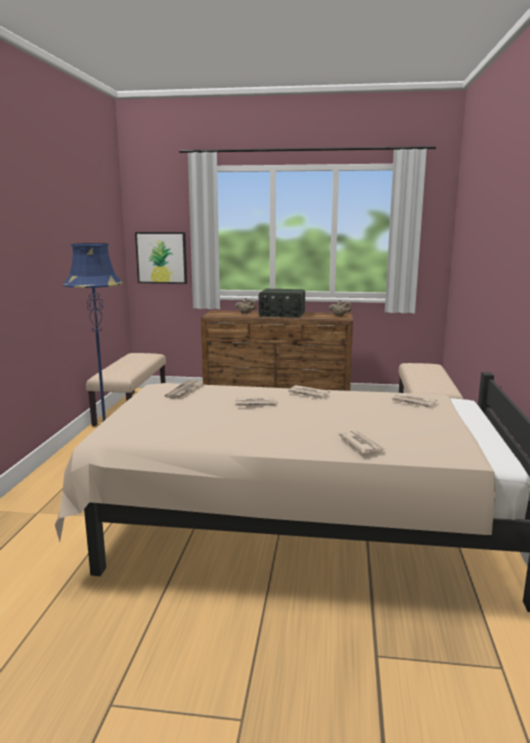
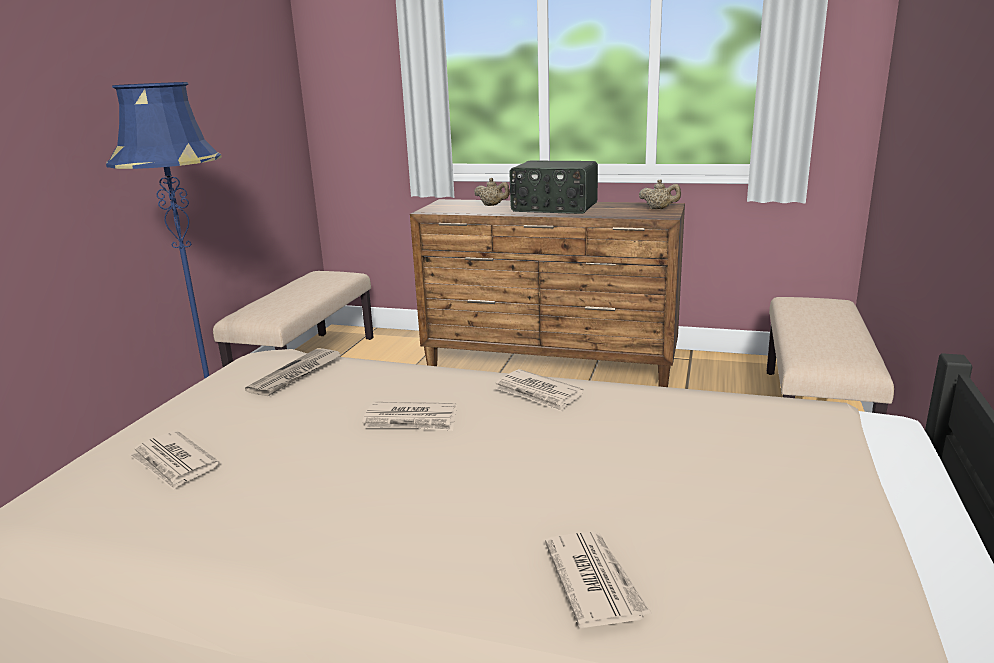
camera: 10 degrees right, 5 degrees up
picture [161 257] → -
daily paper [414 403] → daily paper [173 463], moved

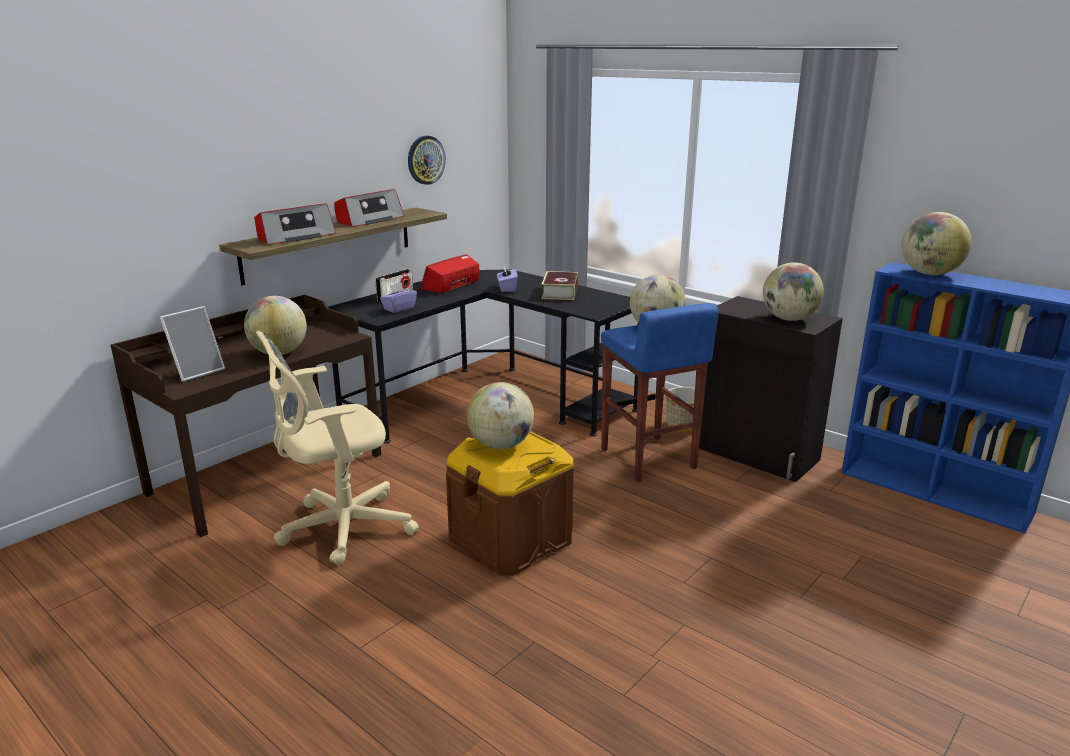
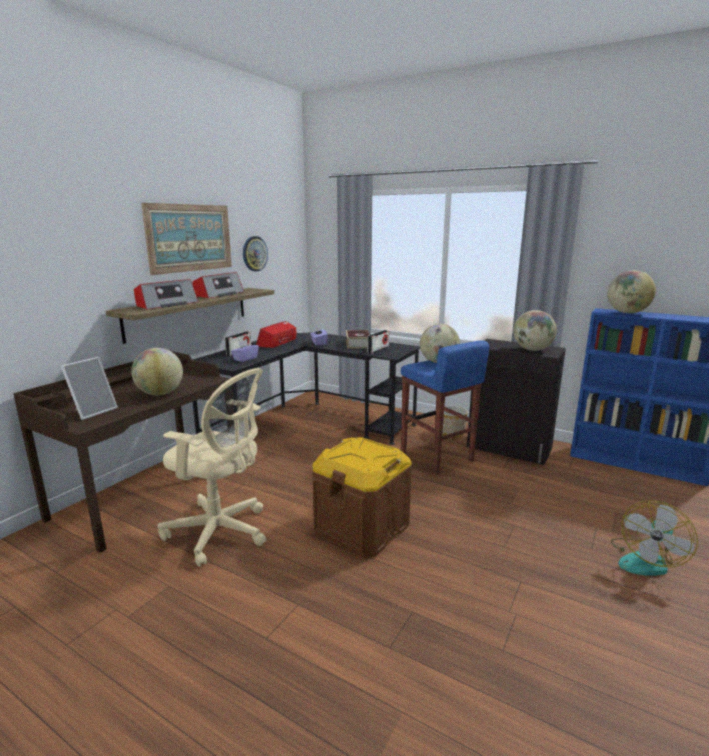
camera: 10 degrees left, 5 degrees down
desk chair (beige-coloured) [340 528] → desk chair (beige-coloured) [221 532], 120 degrees counterclockwise
globe [501 445] → -
- → picture [190 238]
- → radio [378 350]
- → fan [646 560]

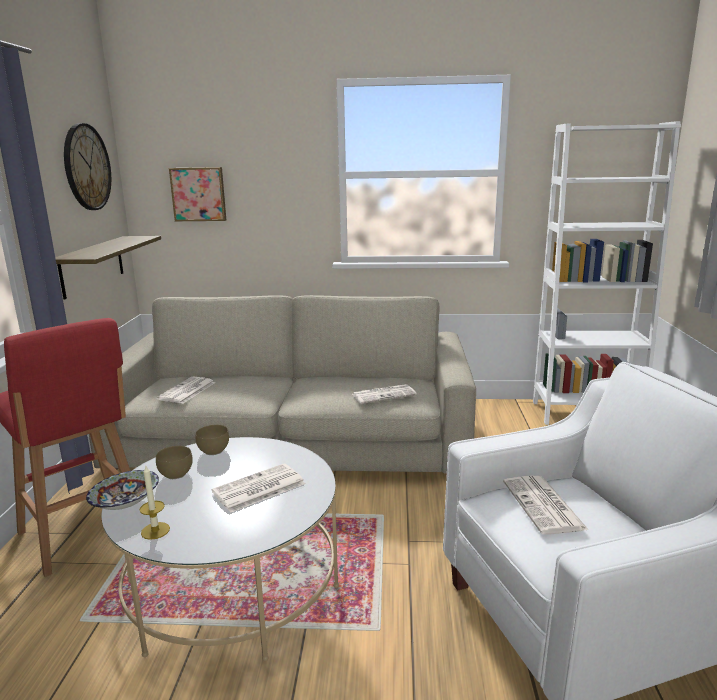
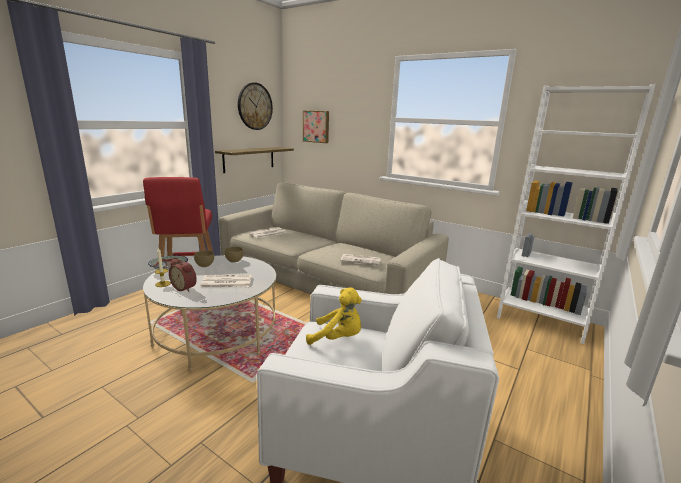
camera: 30 degrees right, 0 degrees up
daily paper [544 506] → soft toy (yellow-coloured) [338 338]
- → bedside clock [185 288]

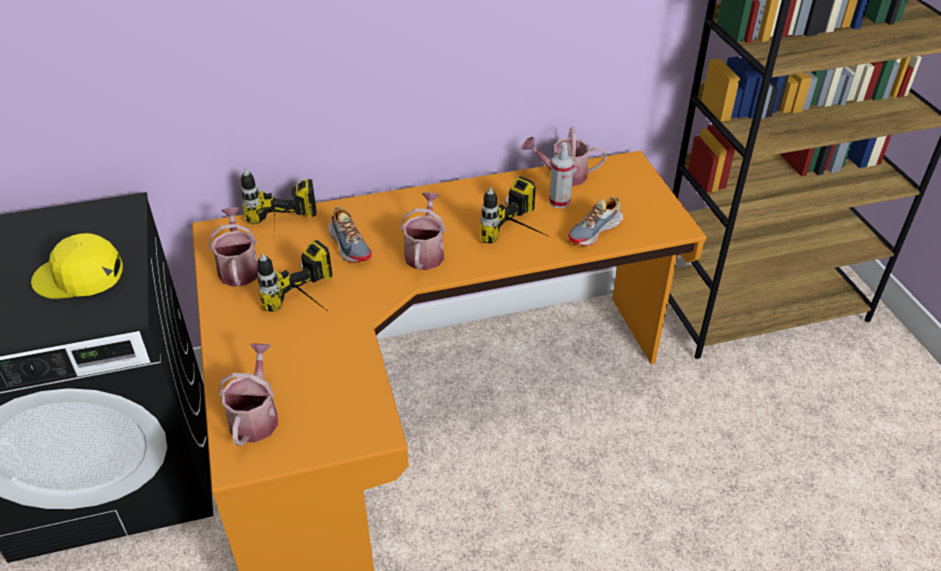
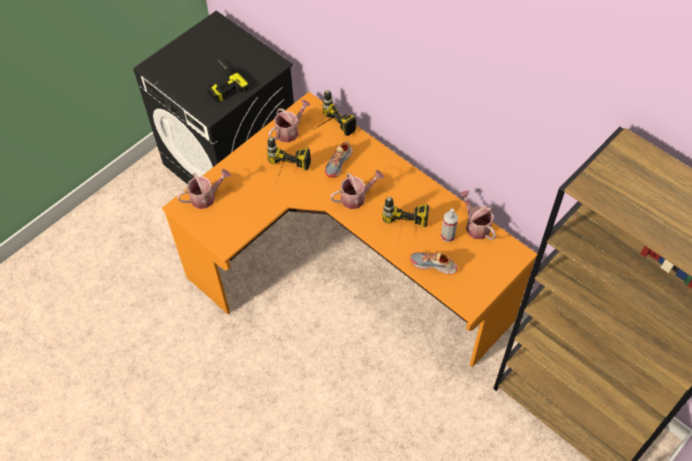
camera: 60 degrees right, 15 degrees up
cap (yellow-coloured) [79 276] → drill [221 83]

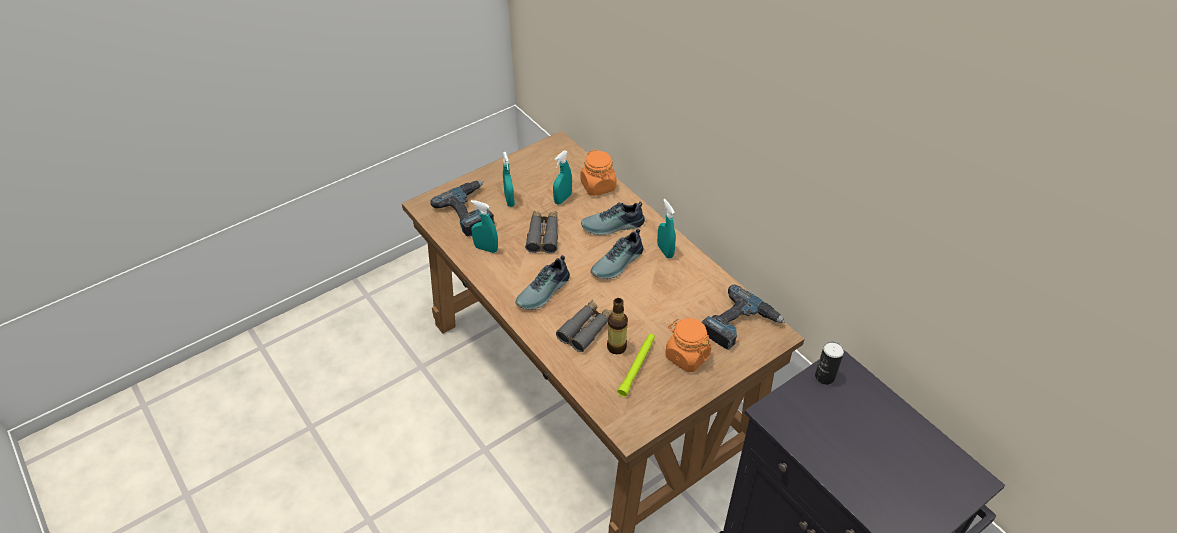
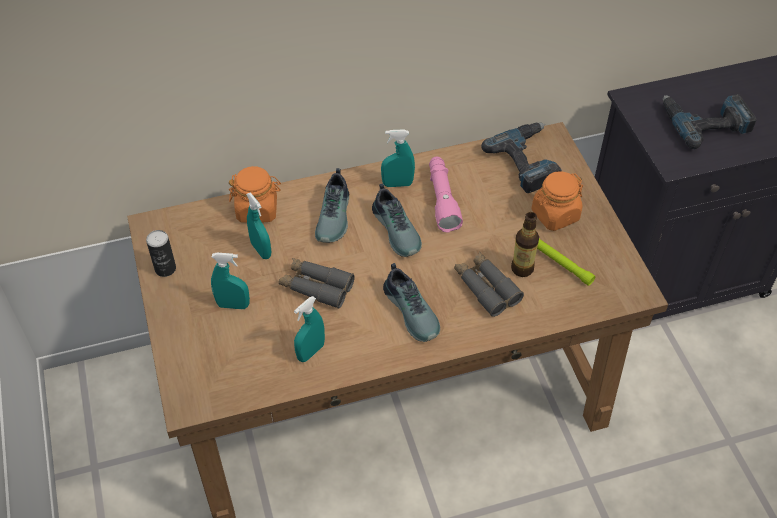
camera: 70 degrees left, 5 degrees up
drill [470 211] → drill [705 122], moved
can [824 377] → can [165 268], moved
- → torch (pink-coloured) [442 199]

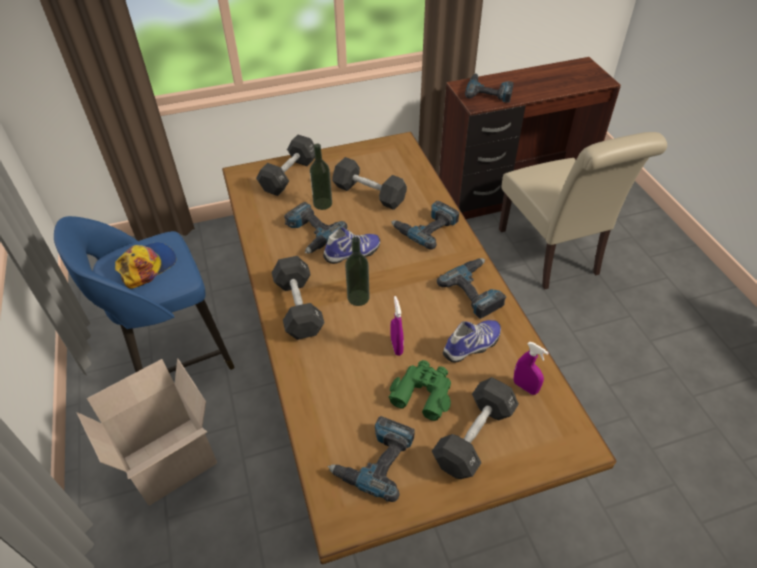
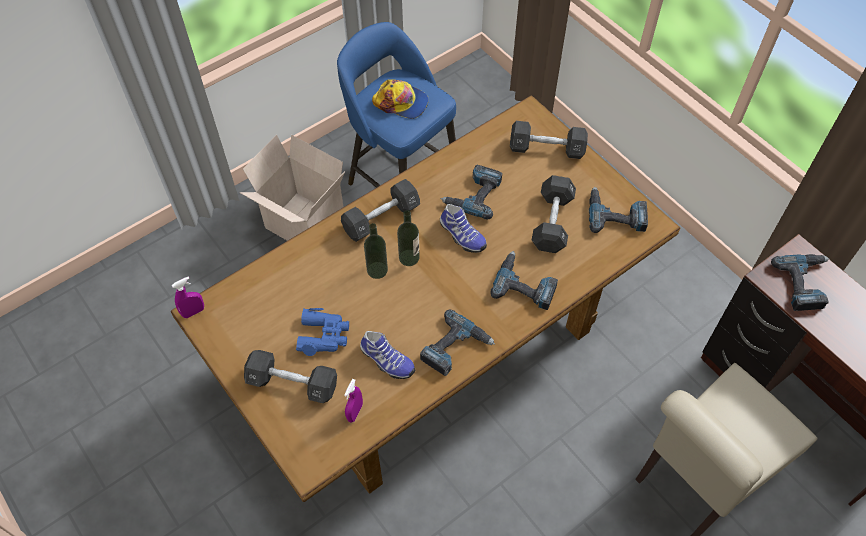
camera: 70 degrees right, 10 degrees up
drink bottle [322 203] → drink bottle [377 270], moved
hand sprayer (purple-coloured) [396 346] → hand sprayer (purple-coloured) [193 312], moved
pair of binoculars (green-coloured) [423 392] → pair of binoculars (blue) [324 335]
drill [375 459] → drill [616 214], moved

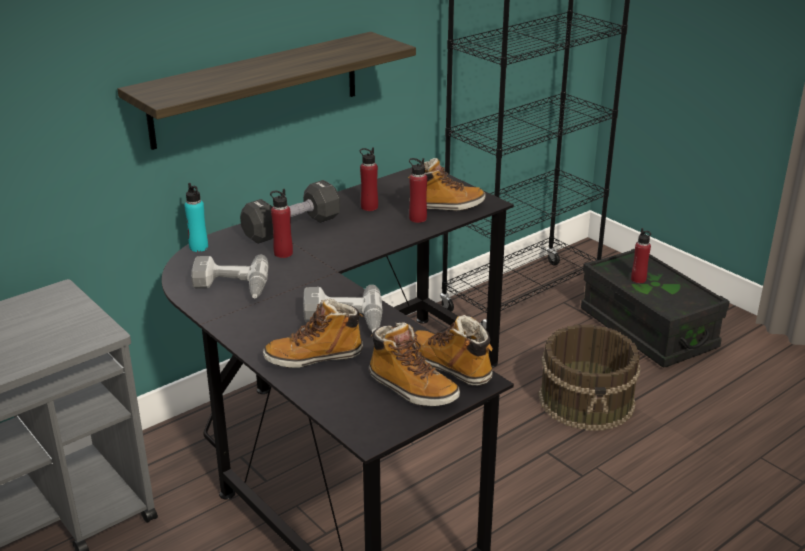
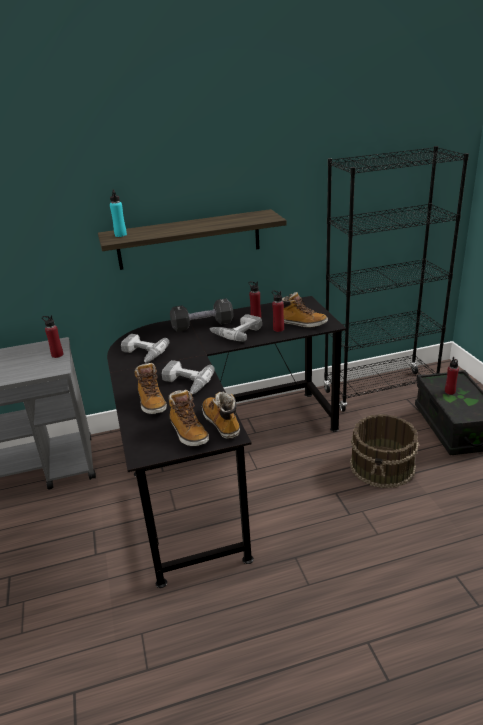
camera: 25 degrees right, 0 degrees up
drink bottle (turquoise-coloured) [198 247] → drink bottle (turquoise-coloured) [120 235], moved
drink bottle (red-coloured) [283 253] → drink bottle (red-coloured) [57 355], moved
tall boot [314 357] → tall boot [151 402], 120 degrees counterclockwise
- → drill [236 332]

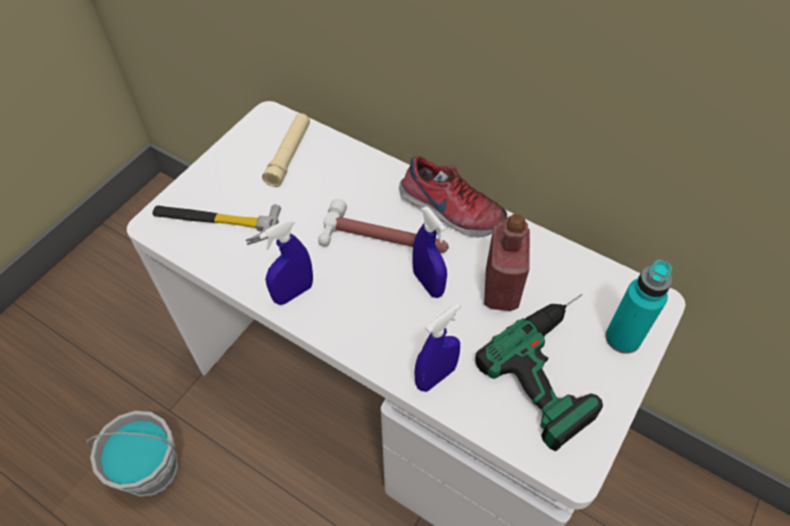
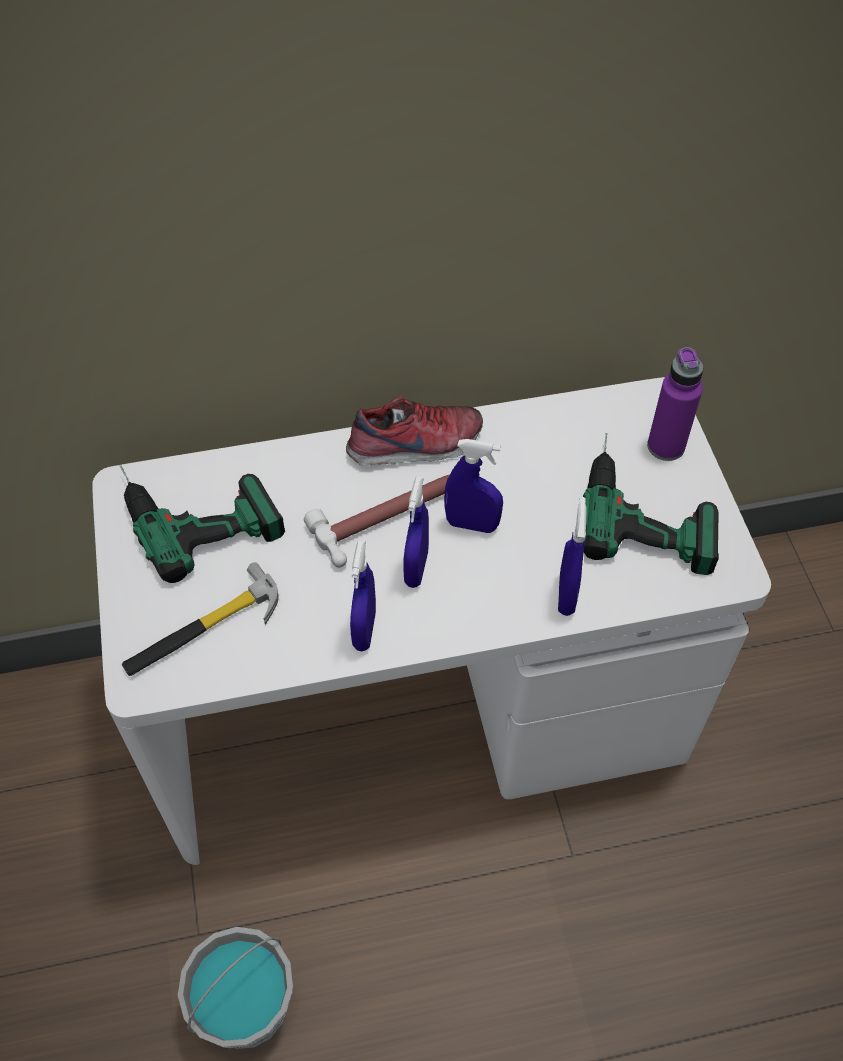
camera: 45 degrees left, 0 degrees up
torch (beige-coloured) [289 155] → drill [195 508]
drink bottle (red-coloured) [501 289] → -
drink bottle (turquoise-coloured) [622 338] → drink bottle (purple-coloured) [666 446]
- → hand sprayer (blue) [416 568]

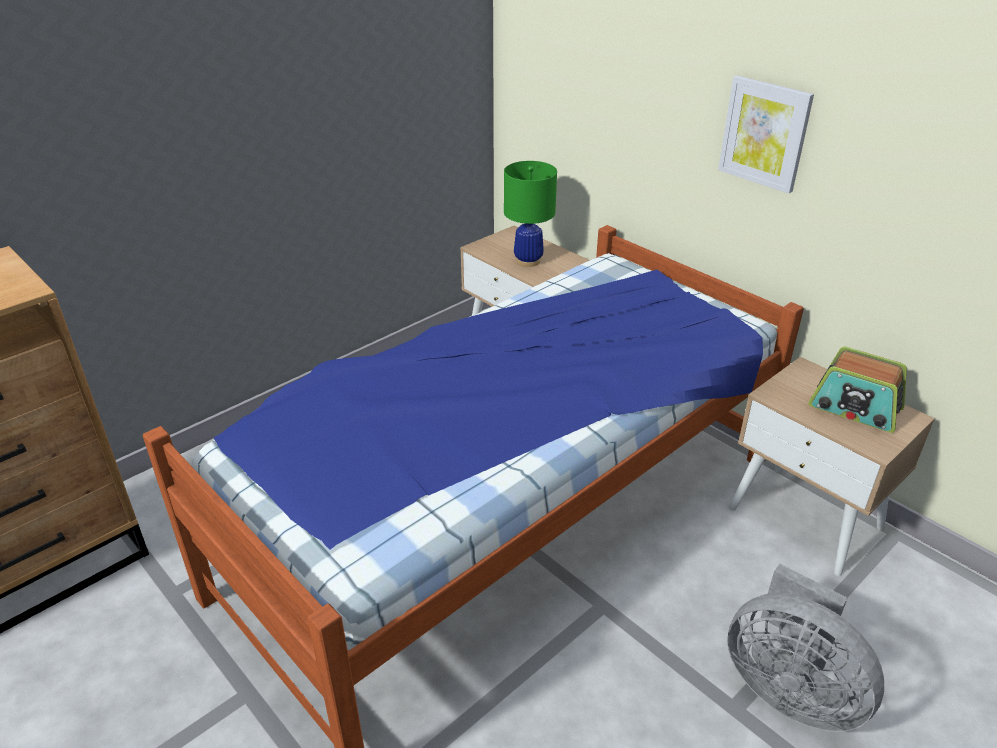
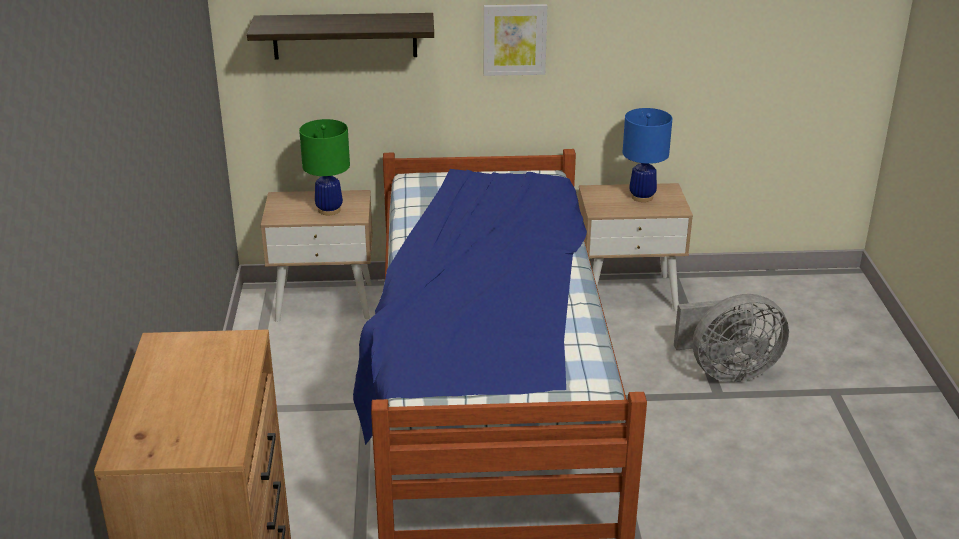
camera: 50 degrees left, 5 degrees down
radio [855 408] → tabletop lamp (blue) [642 197]
- → wall shelf [344 36]

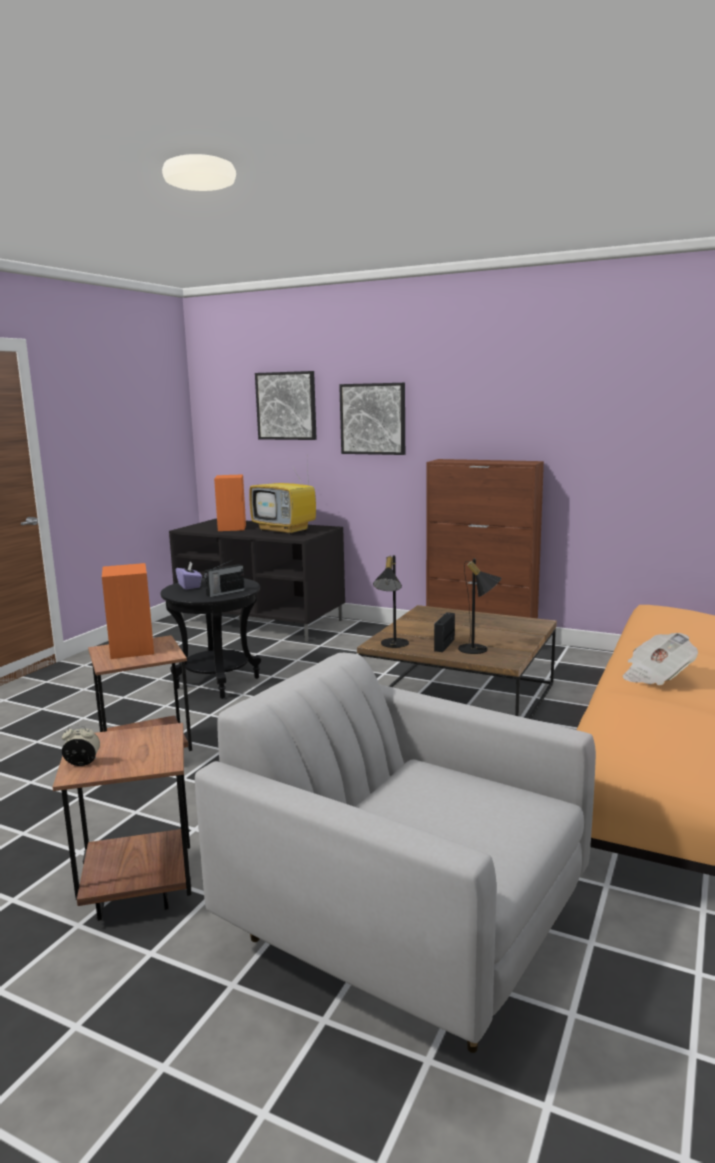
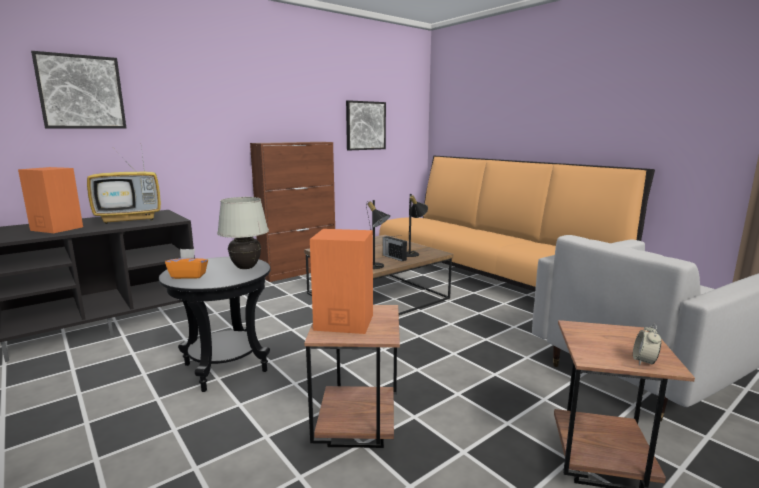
camera: 65 degrees left, 0 degrees up
picture [373 419] → picture [365 125], moved
radio [224 593] → tabletop lamp (white-coloured) [245 268]
tissue holder (purple-coloured) [189 586] → tissue holder (orange-coloured) [188 276]
daily paper [656 676] → -

